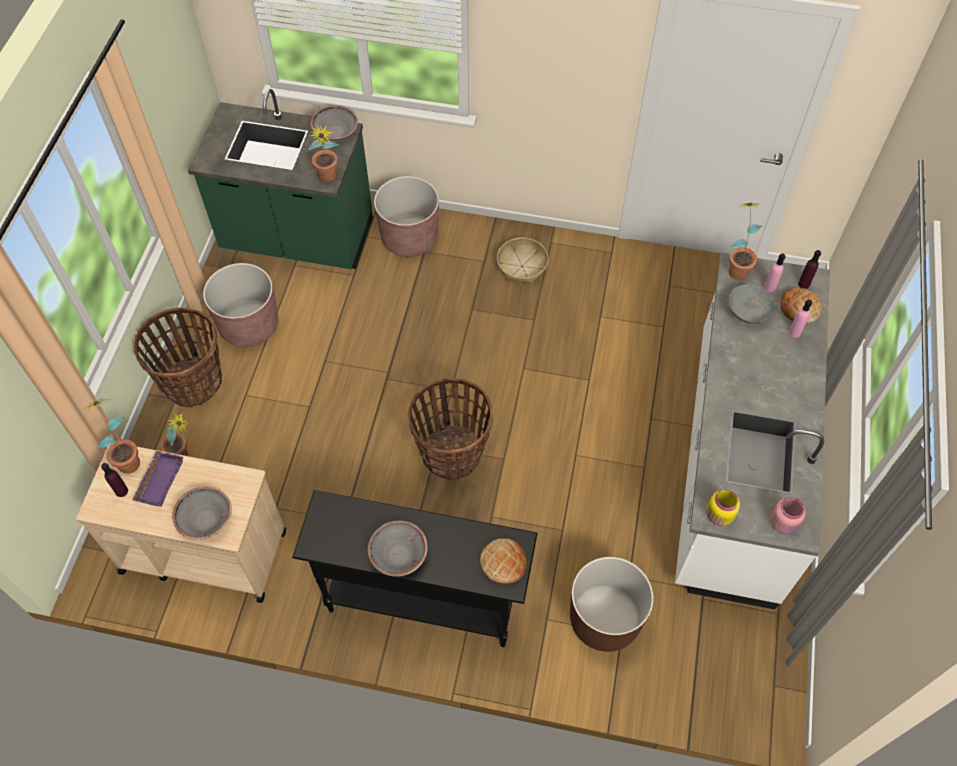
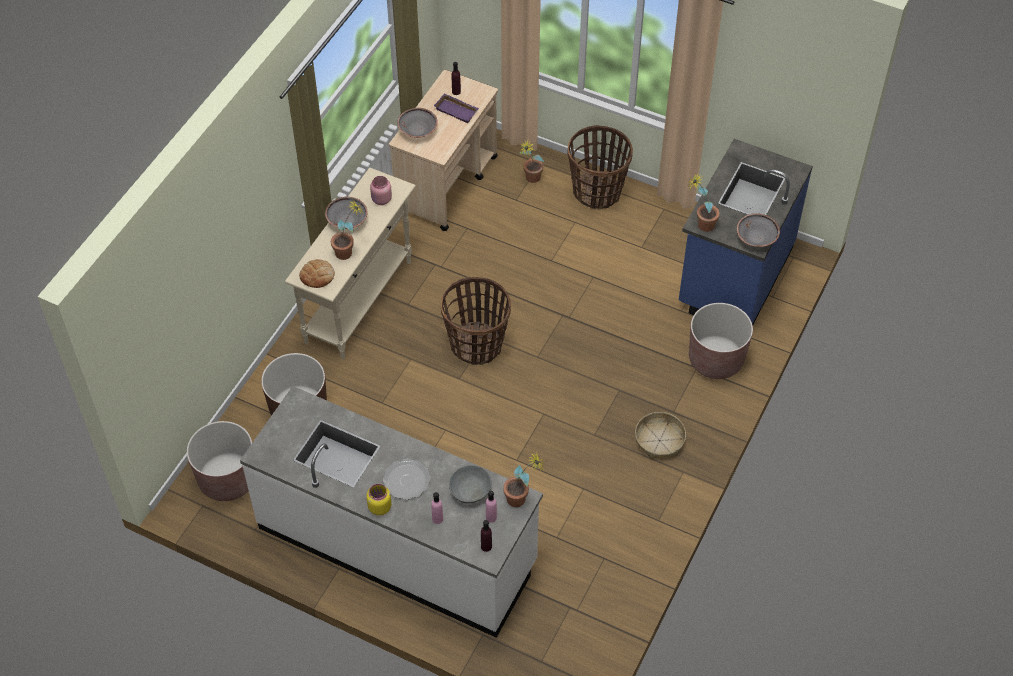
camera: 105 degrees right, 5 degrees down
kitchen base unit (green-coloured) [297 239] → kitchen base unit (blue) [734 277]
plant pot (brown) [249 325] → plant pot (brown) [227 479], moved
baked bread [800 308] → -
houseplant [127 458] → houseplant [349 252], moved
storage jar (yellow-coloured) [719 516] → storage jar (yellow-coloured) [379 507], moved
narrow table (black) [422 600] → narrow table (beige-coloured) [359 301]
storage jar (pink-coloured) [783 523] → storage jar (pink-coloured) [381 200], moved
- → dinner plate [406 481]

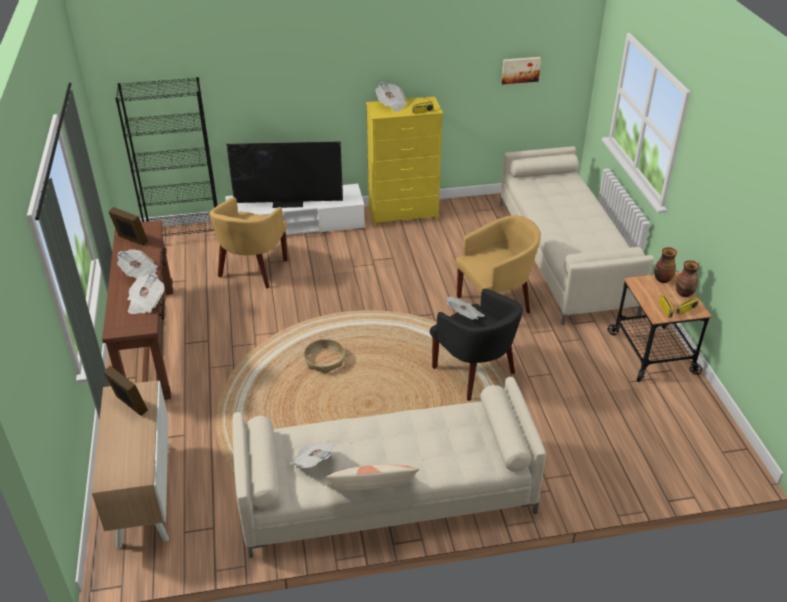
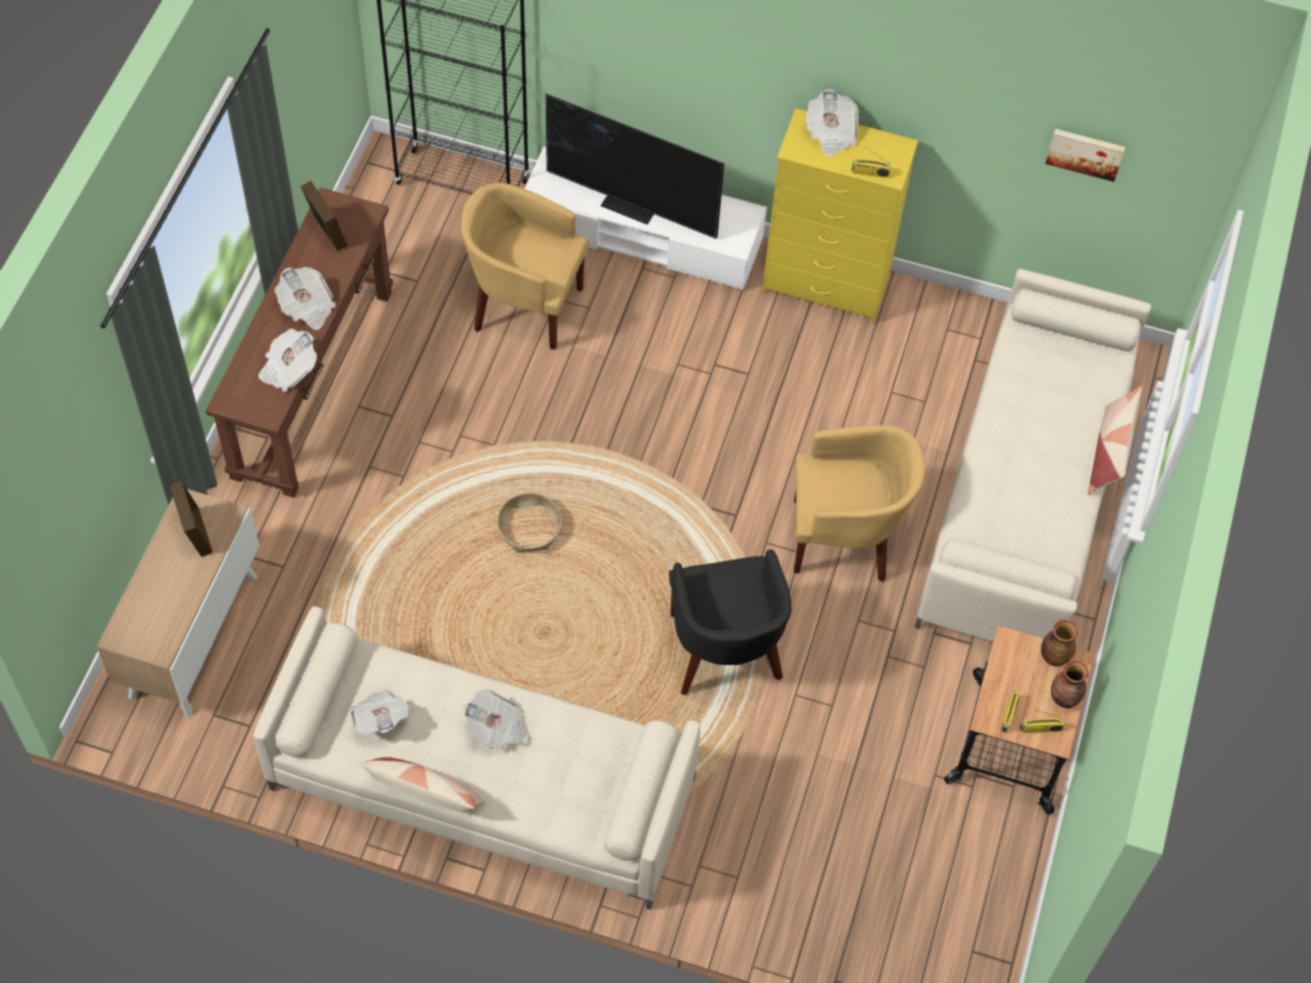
camera: 25 degrees right, 20 degrees up
armchair (yellow-coloured) [252 270] → armchair (yellow-coloured) [524 304], 60 degrees clockwise
daily paper [464 316] → daily paper [497 728], moved
- → cushion [1110 452]

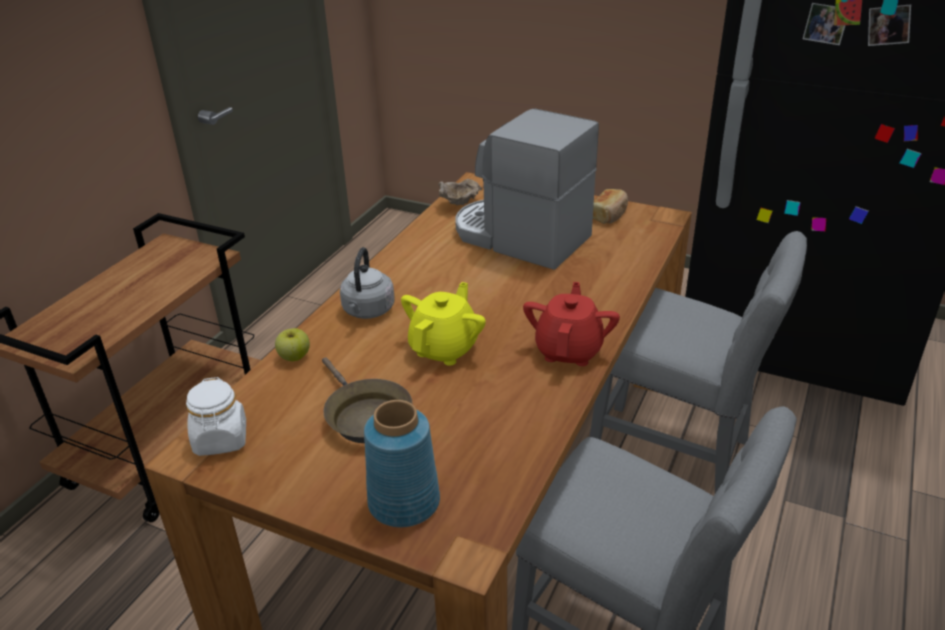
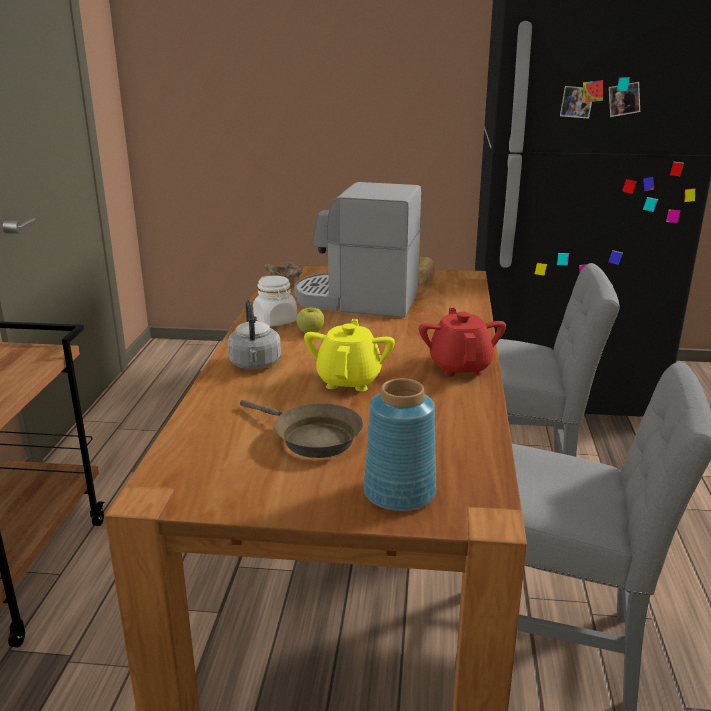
camera: 20 degrees left, 10 degrees down
apple fruit [294 357] → apple fruit [310 332], moved
storage jar (white-coloured) [221 439] → storage jar (white-coloured) [275 321], moved

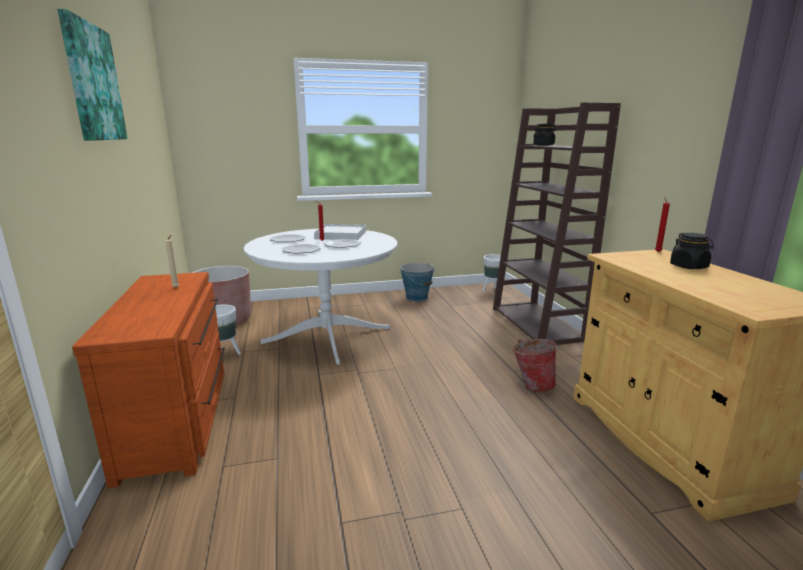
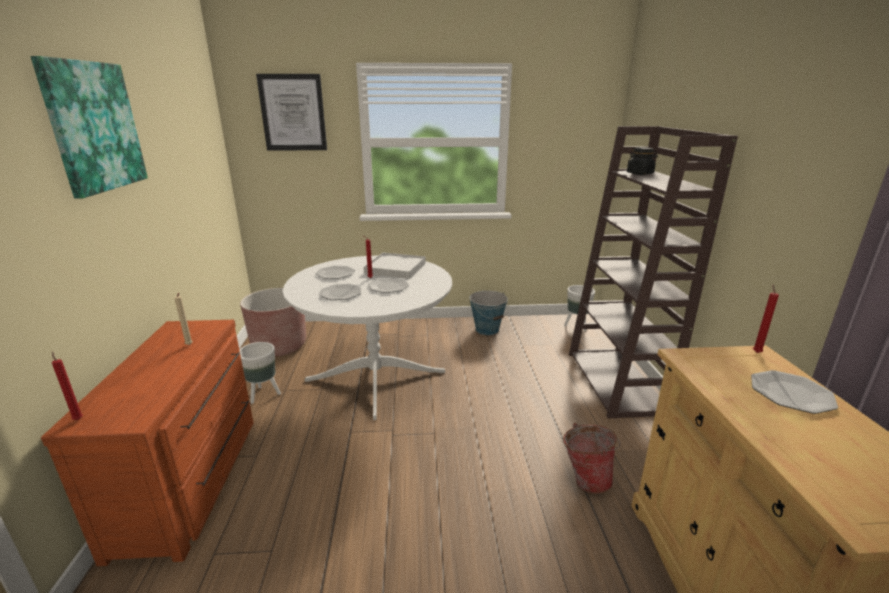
camera: 10 degrees right, 5 degrees up
storage jar (black) [689 267] → dinner plate [791 393]
- → picture [293 113]
- → wax light (red-coloured) [78 419]

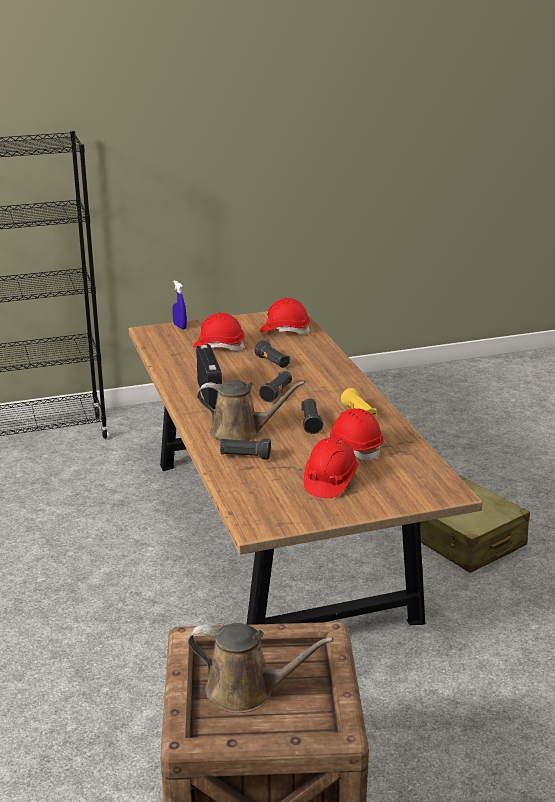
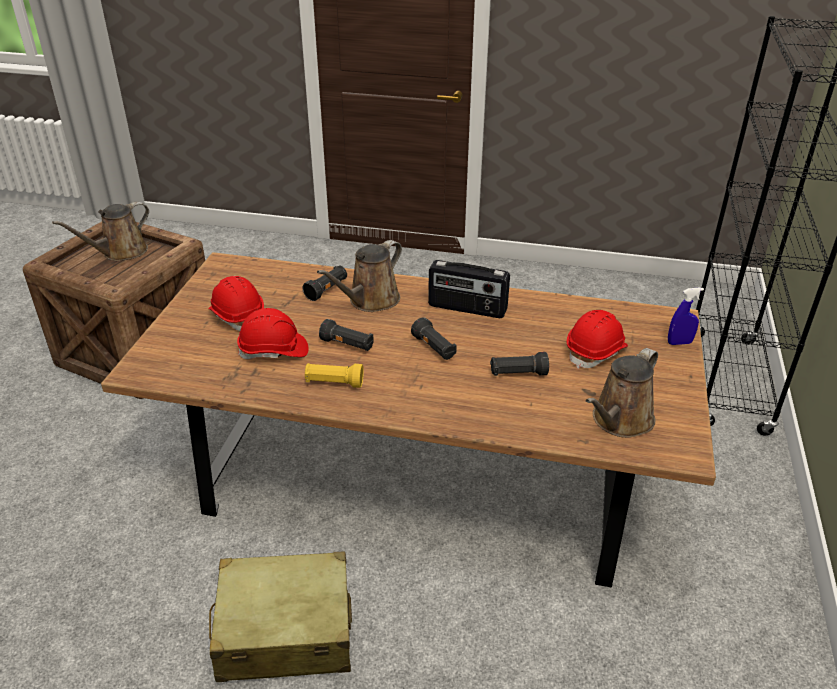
camera: 120 degrees right, 10 degrees up
safety helmet (red-coloured) [285 330] → watering can (brown) [619 421]

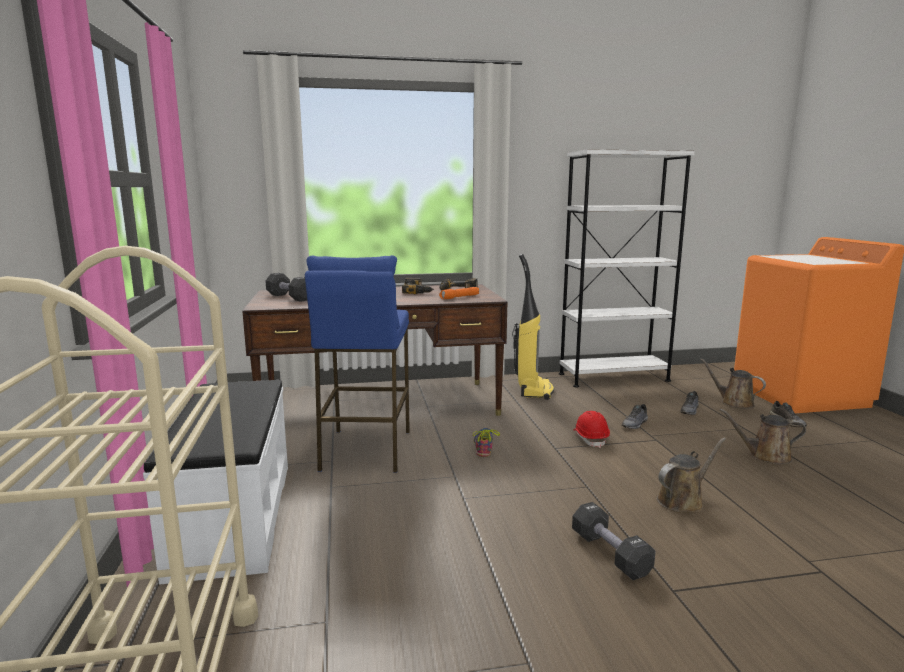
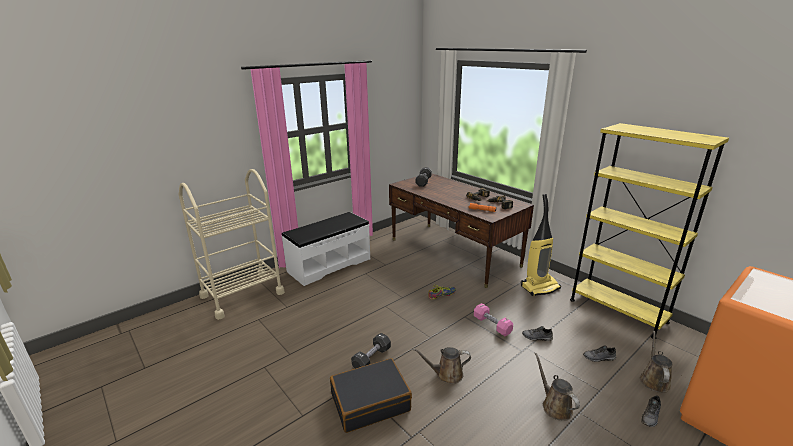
camera: 60 degrees right, 10 degrees up
shelving unit (white-coloured) [613 377] → shelving unit (yellow-coloured) [617 311]
sitting stool (blue) [365 450] → -
safety helmet (red-coloured) [590 438] → free weight (pink-coloured) [492 325]
watering can (brown) [683 500] → watering can (brown) [446 374], 150 degrees clockwise
- → piece of luggage (black) [370 402]

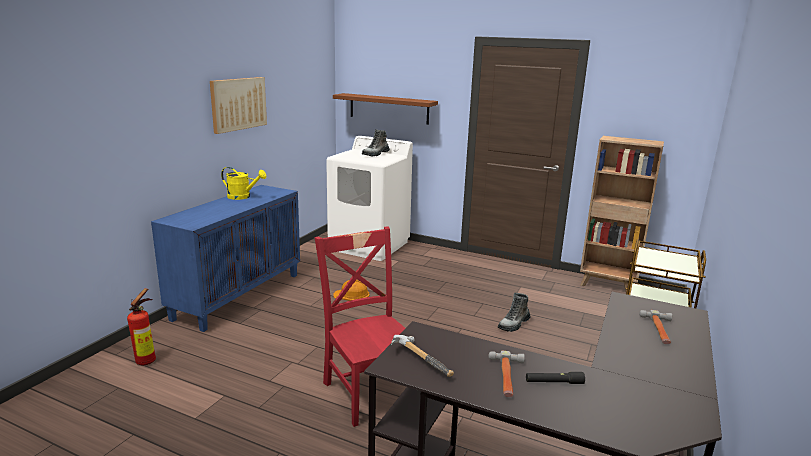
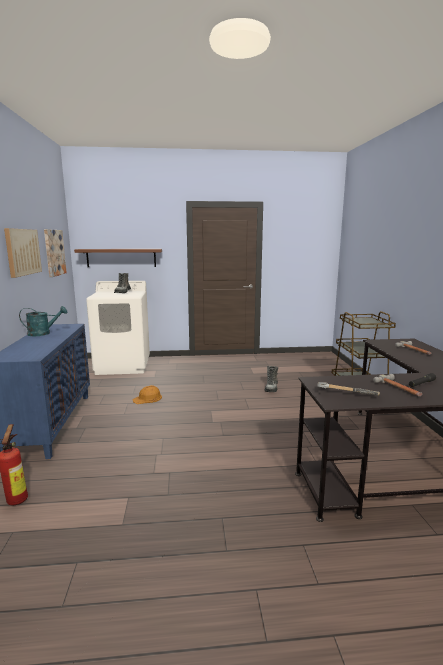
camera: 30 degrees left, 5 degrees down
shelving unit (brown) [607 285] → -
watering can (yellow-coloured) [243 197] → watering can (turquoise-coloured) [43 333]
chair (red-coloured) [368 391] → -
- → picture [54 252]

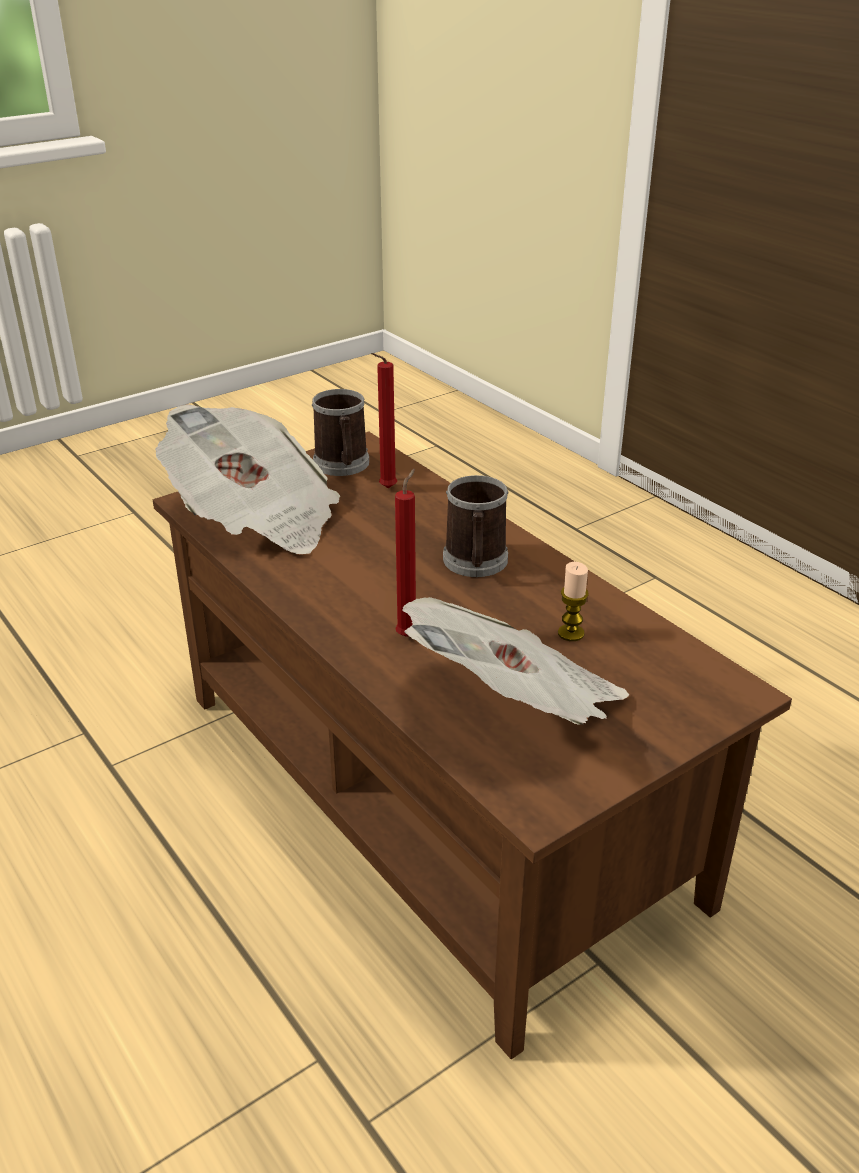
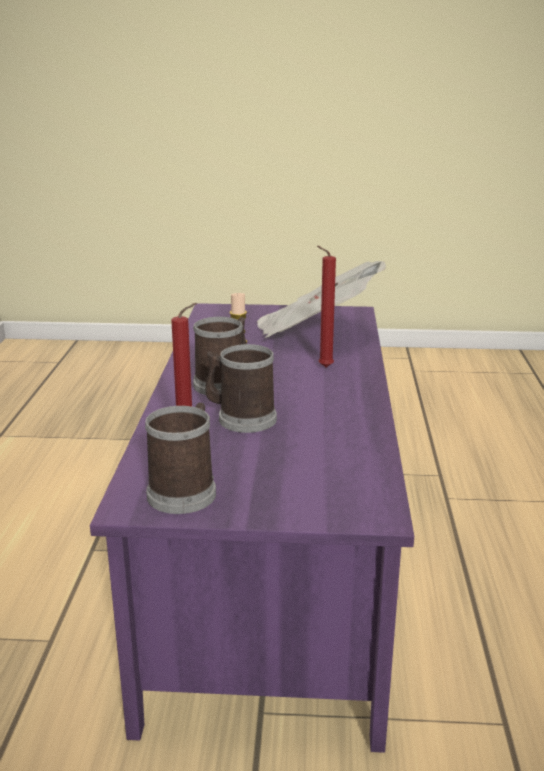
camera: 140 degrees left, 10 degrees down
daily paper [256 519] → -
low table (brown) [431 794] → low table (purple-coloured) [270 568]
- → coffee mug [240 418]

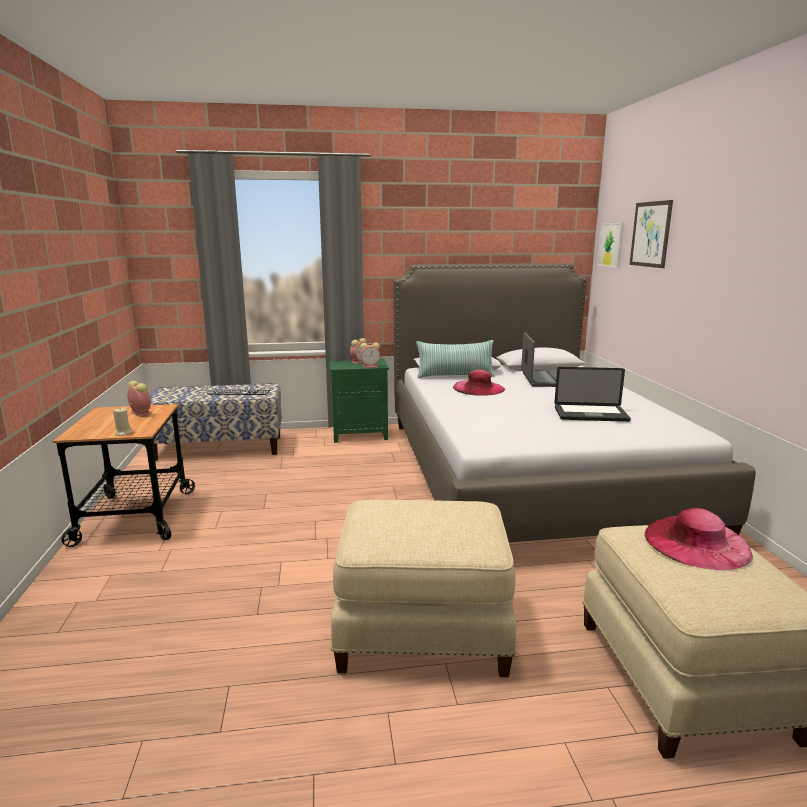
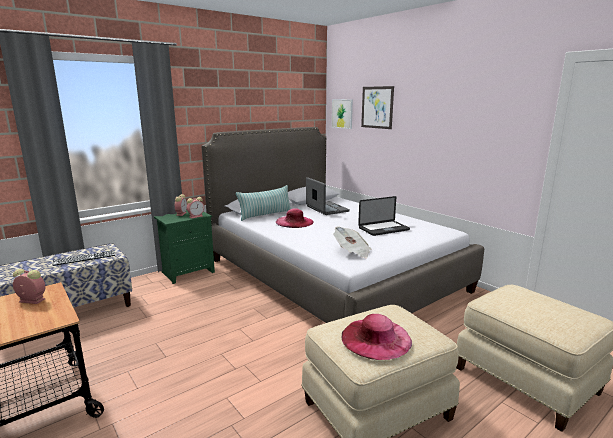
camera: 30 degrees left, 0 degrees up
wax light (beige-coloured) [123 433] → -
wearable hat (pink-coloured) [696 543] → wearable hat (pink-coloured) [376 338], moved
- → daily paper [352 252]

